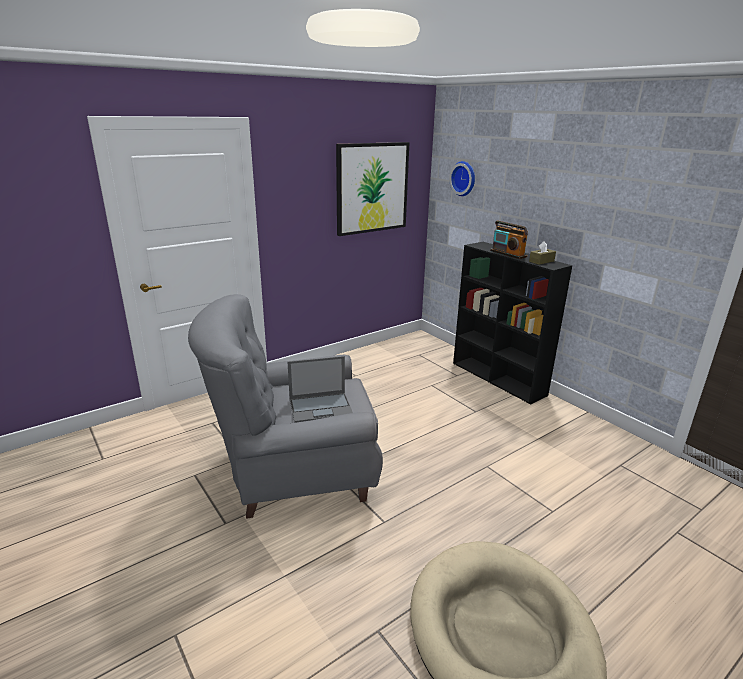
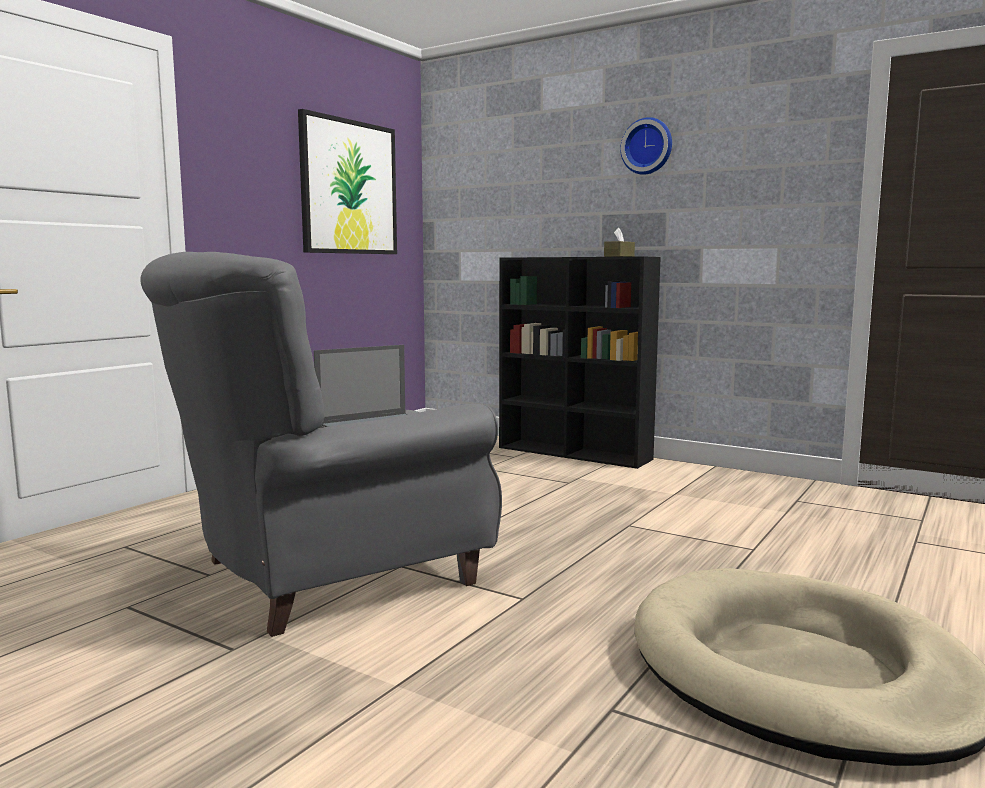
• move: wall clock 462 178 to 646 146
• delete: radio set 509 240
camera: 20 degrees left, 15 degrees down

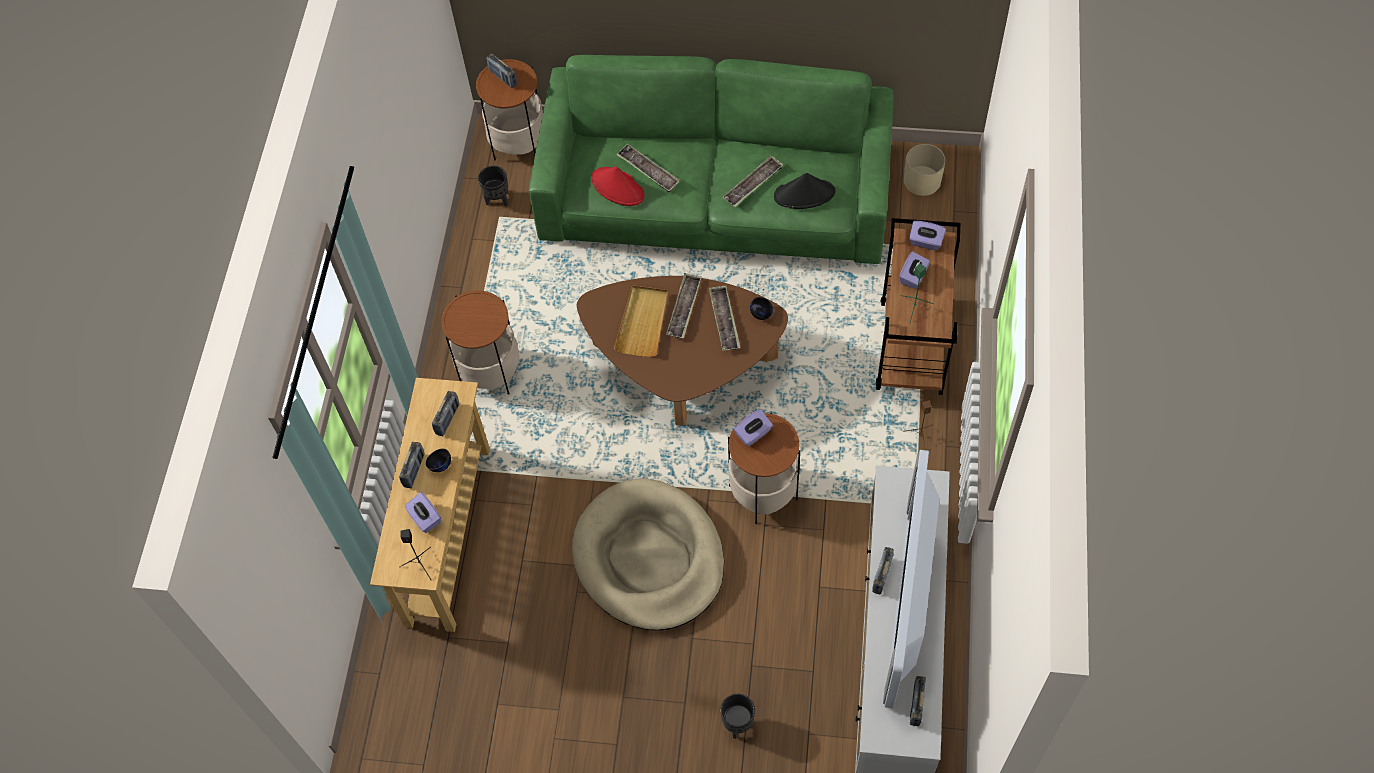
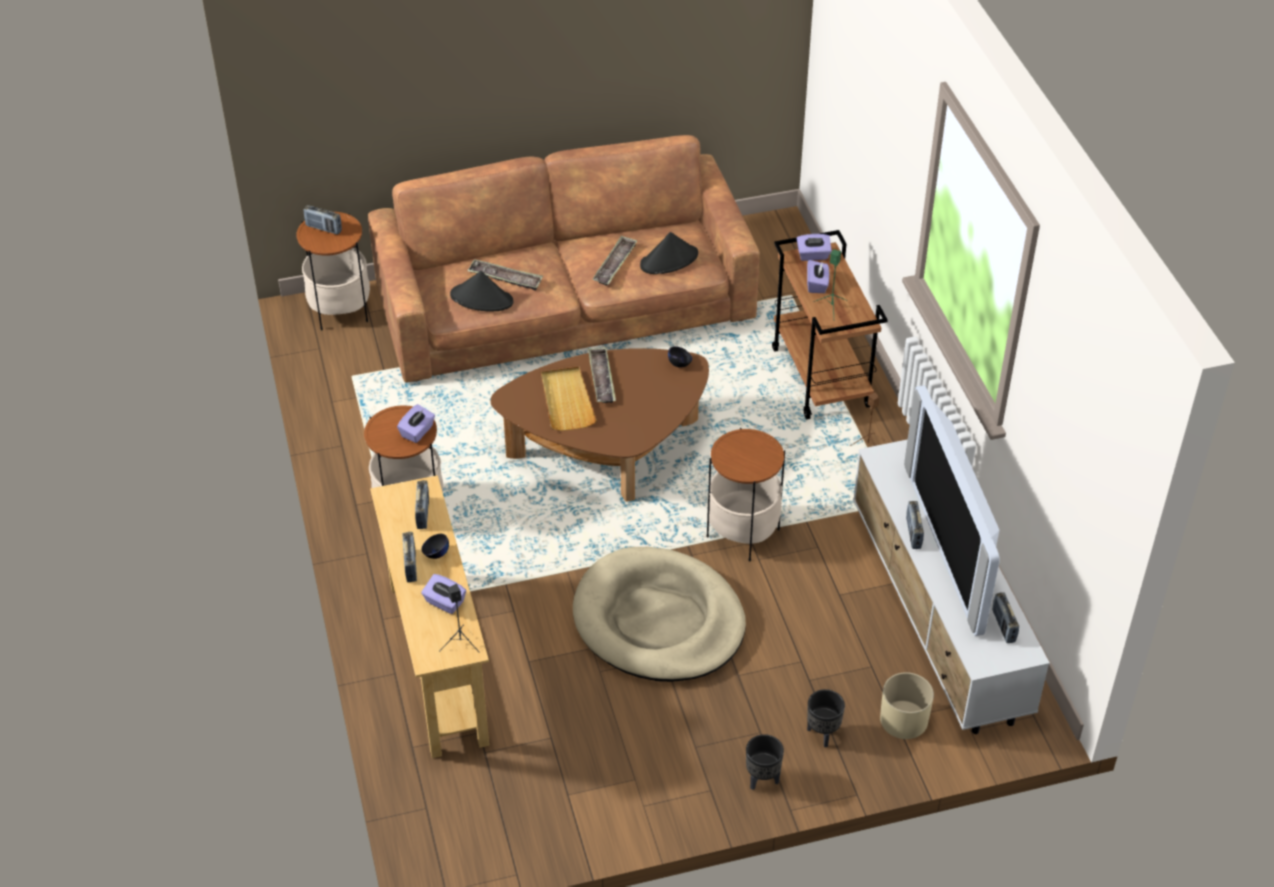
• recolor: greenish settee 711 159 to brown-coloured settee 564 259
• move: sand-coloured flower pot 924 170 to 907 705
• move: blackish flower pot 493 186 to 765 762
• recolor: red-coloured clothing hat 618 186 to blackish clothing hat 481 291
• delete: carrying tray 724 318
• move: purple box of tissues 753 428 to 416 423
camera: 25 degrees left, 15 degrees down

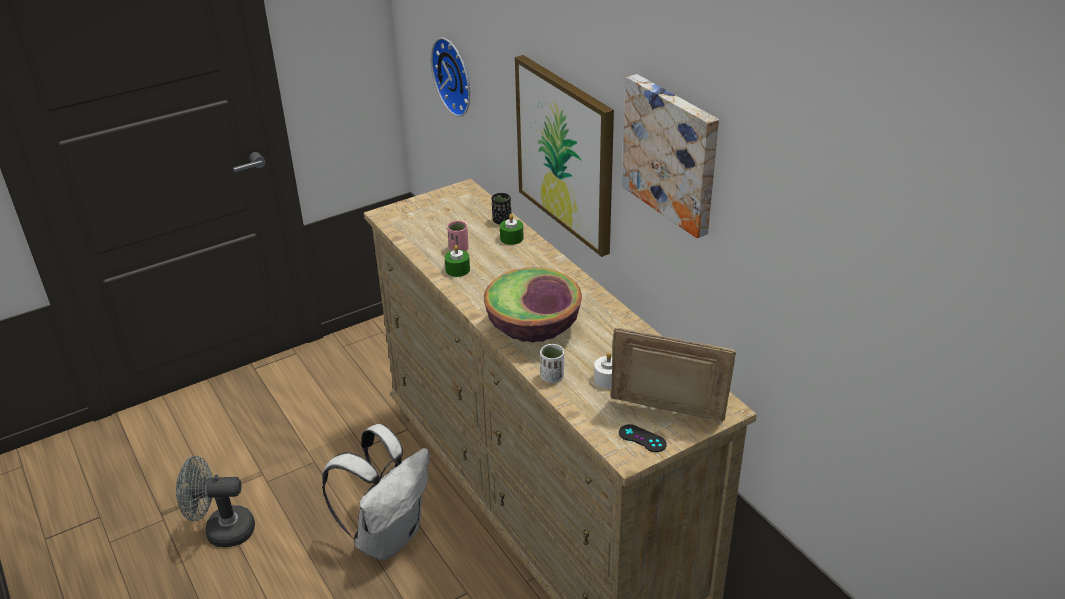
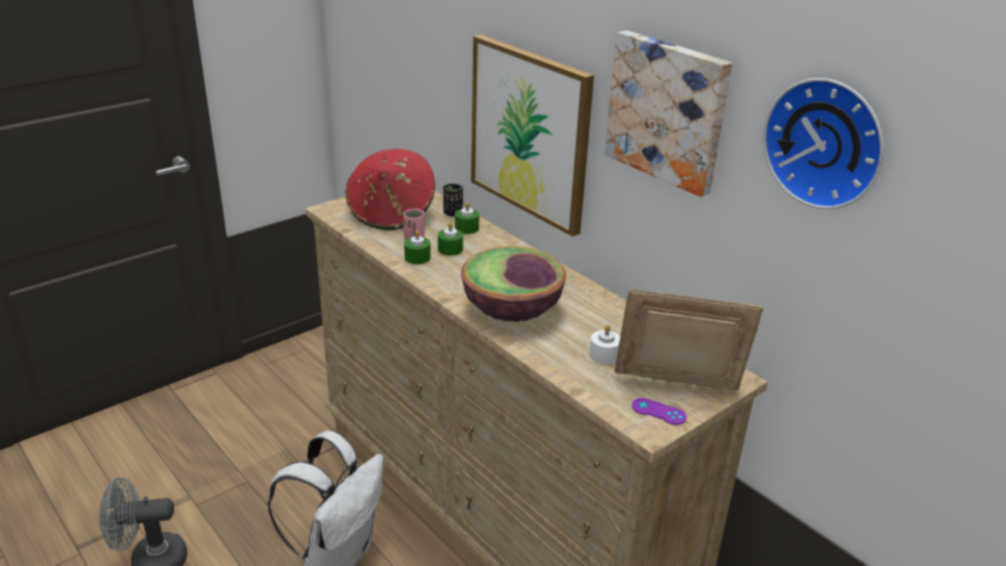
• move: wall clock 450 77 to 823 143
• delete: white-coloured cup 552 363
• recolor: blackish gamepad 643 438 to purple gamepad 659 411
• insert: red-coloured clothing hat 390 189
• insert: greenish wax light 450 239
camera: 10 degrees left, 5 degrees down

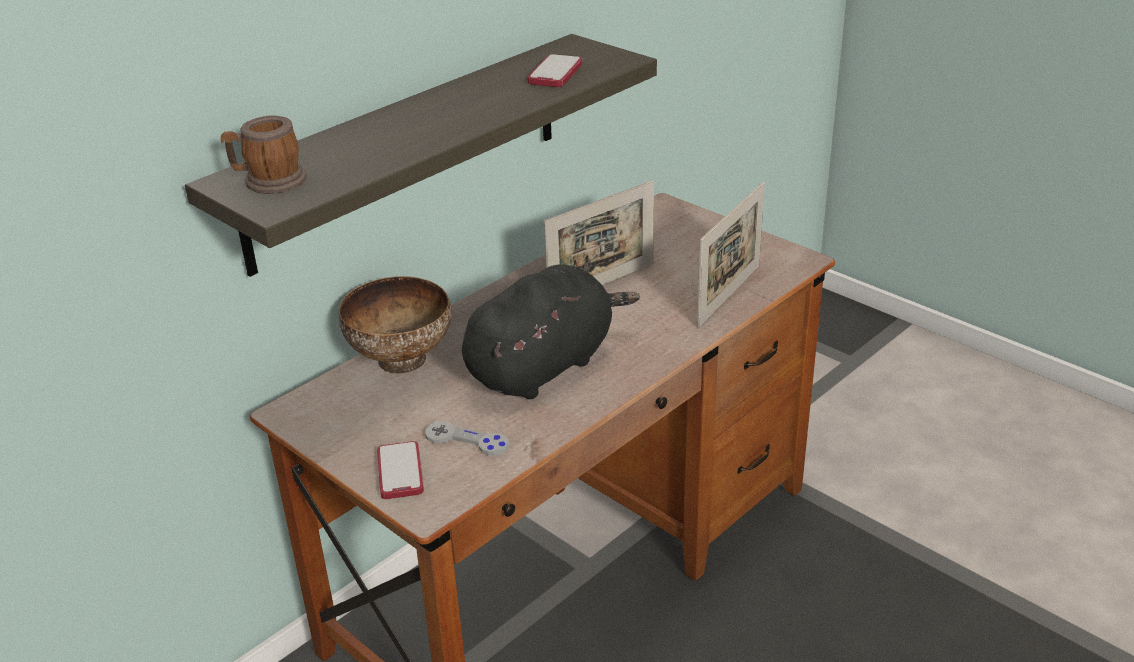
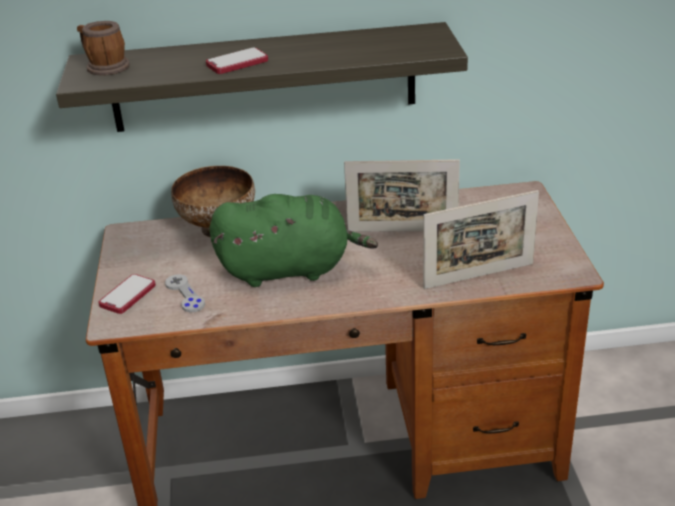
• move: telephone 554 70 to 237 61
• recolor: blackish cuddly toy 551 331 to greenish cuddly toy 293 240
camera: 40 degrees right, 0 degrees up

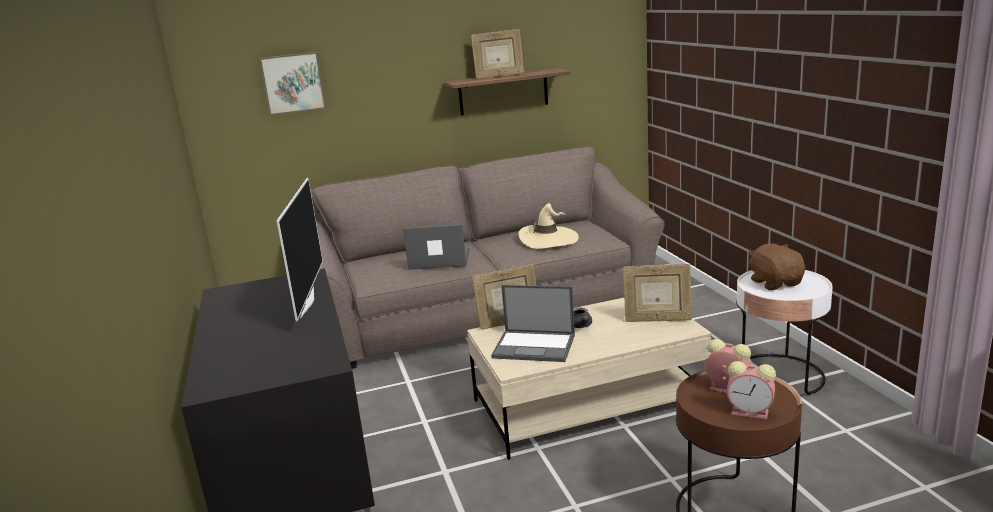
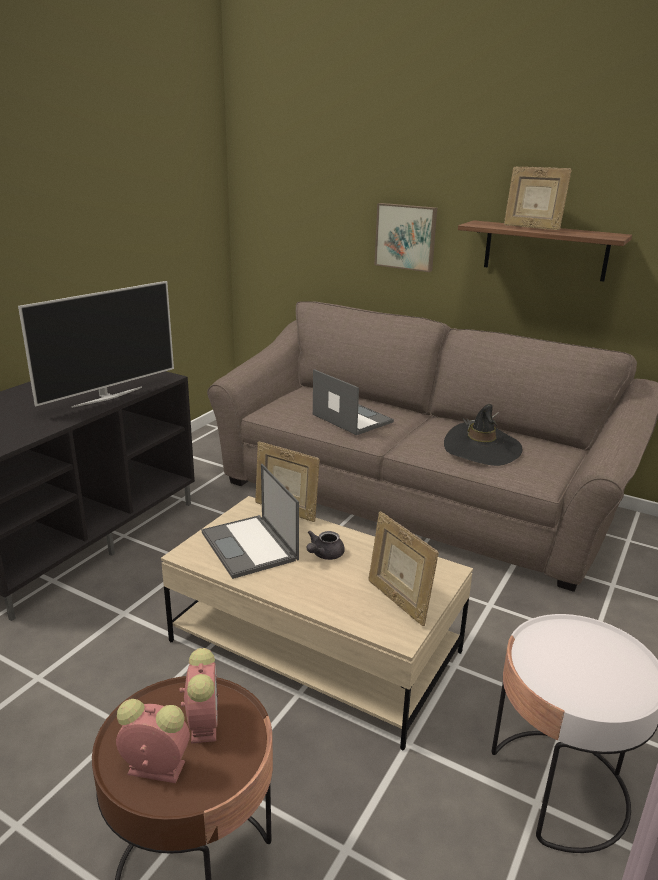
• move: wall picture 292 83 to 405 237
• recolor: sand-coloured clothing hat 549 226 to blackish clothing hat 483 435
• delete: brown-coloured cuddly toy 776 266
• rotate: alarm clock 751 390 = 153 741 120 degrees clockwise
camera: 45 degrees right, 5 degrees up

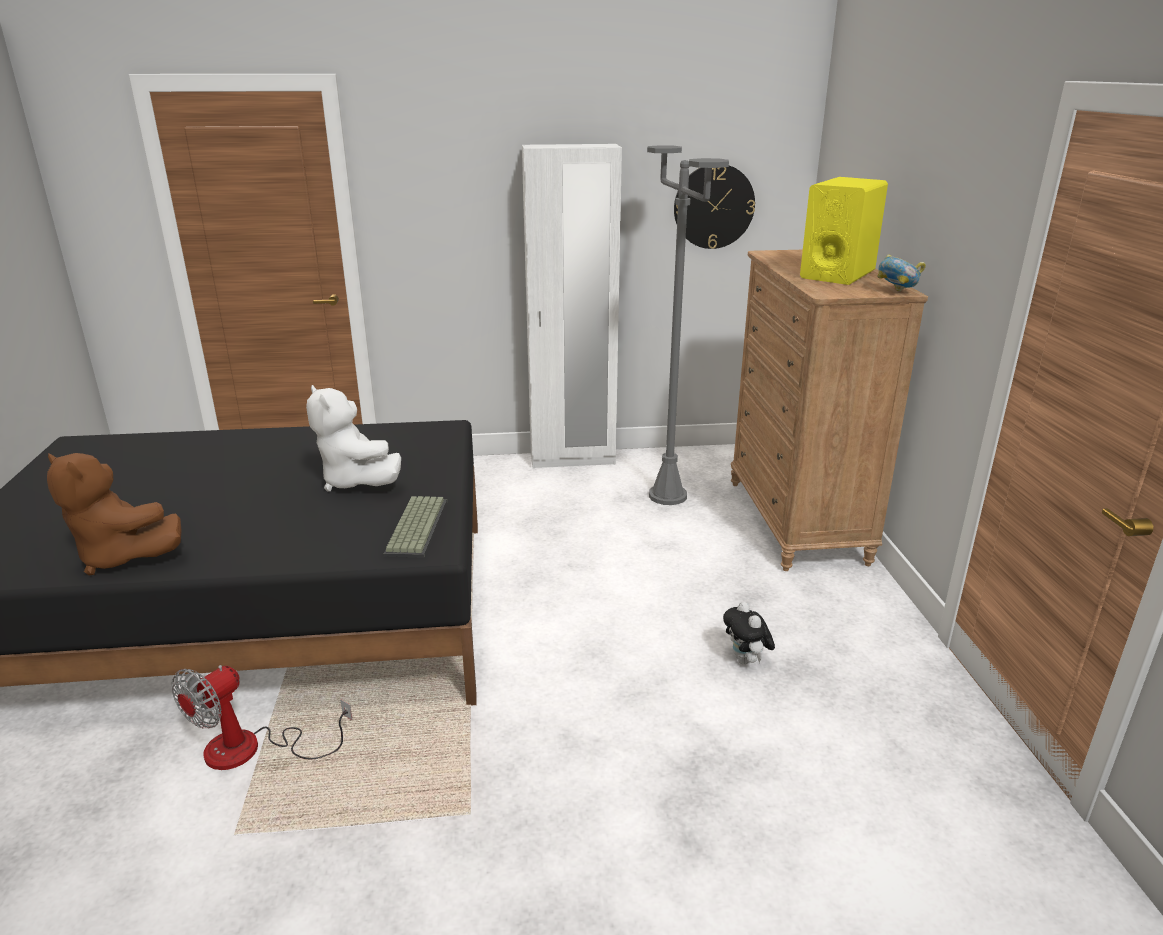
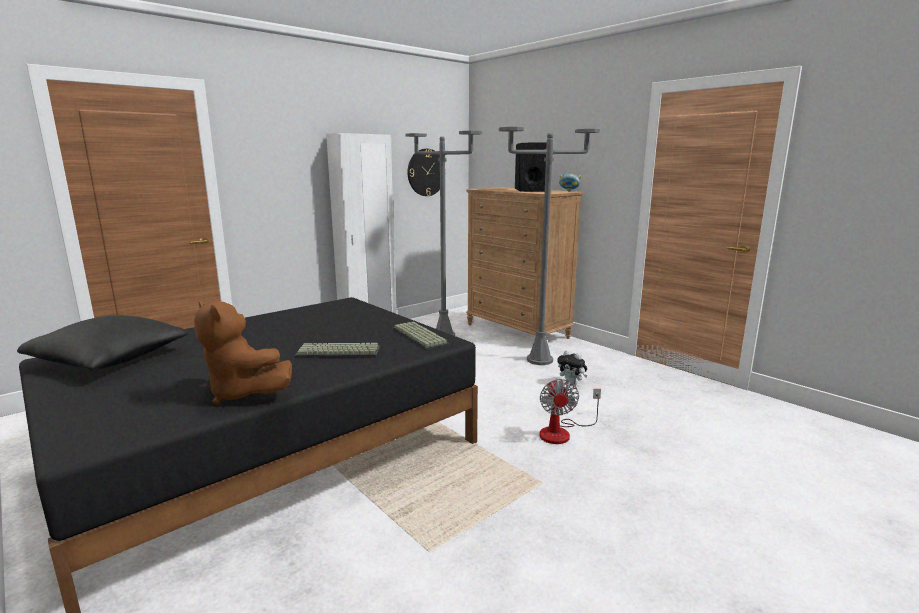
• recolor: yellowish speaker 844 231 to blackish speaker 531 167
• delete: white-coloured cuddly toy 353 438
• rotate: brown-coloured cuddly toy 114 514 = 243 352 45 degrees clockwise
• move: cooling fan 262 717 to 570 411
• insert: greyish floor lamp 549 246
• insert: blackish pillow 102 342
• insert: PC keyboard 337 350
camera: 35 degrees left, 10 degrees down

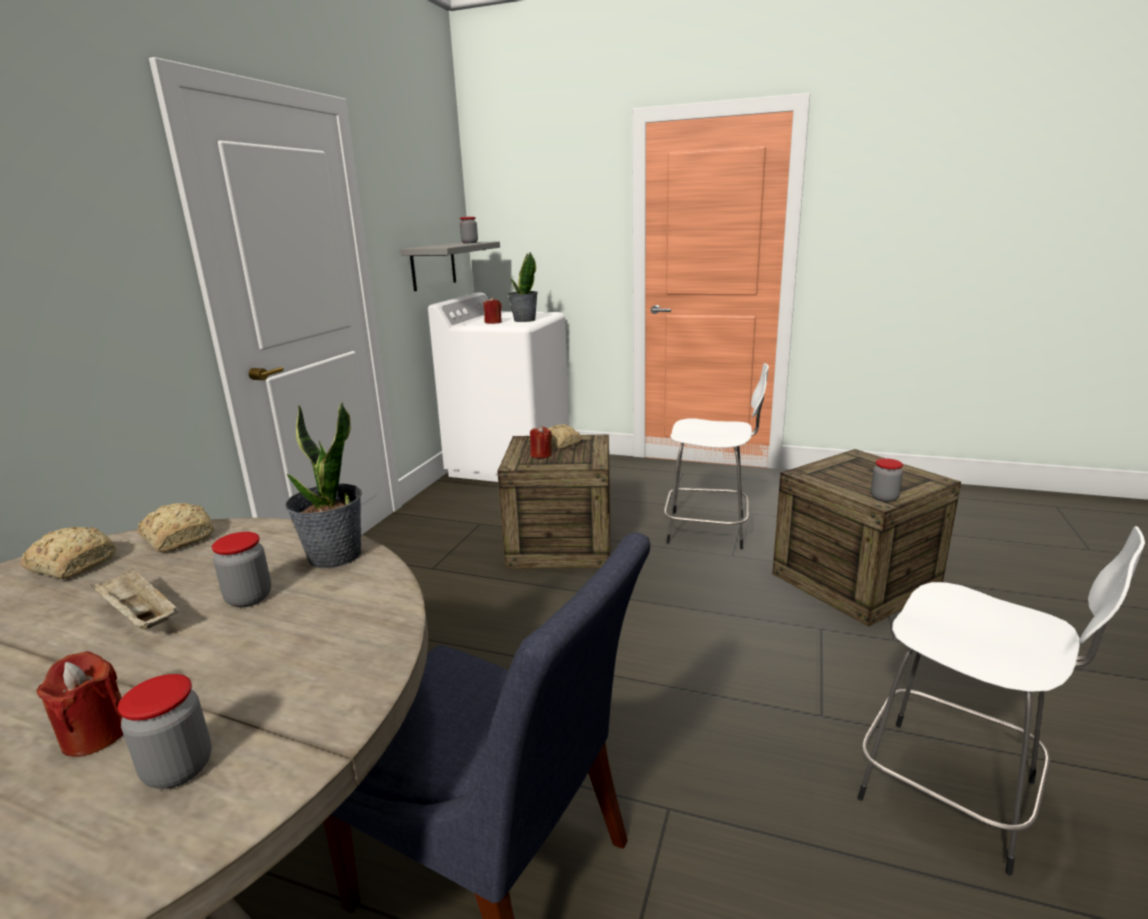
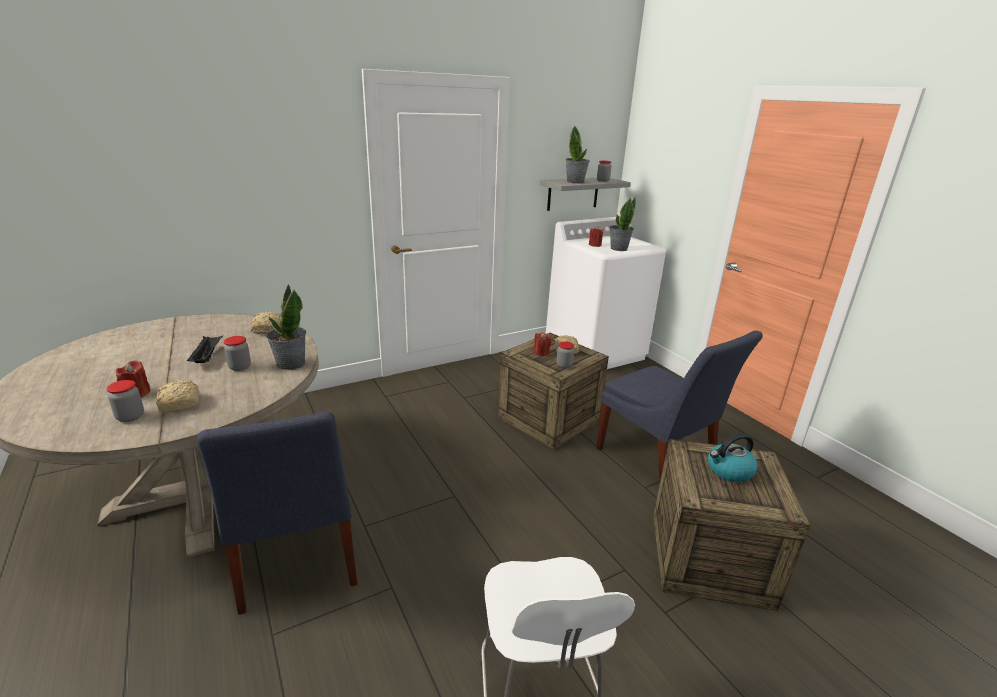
• replace: white-coloured stool seat 716 456 to bluish plain chair 679 406
• move: jar 887 480 to 565 355
• move: bread 68 553 to 177 396
• recolor: sand-coloured carrying tray 135 598 to blackish carrying tray 205 349
• insert: potted plant 578 154
• insert: kettle 733 457
camera: 40 degrees right, 5 degrees up

